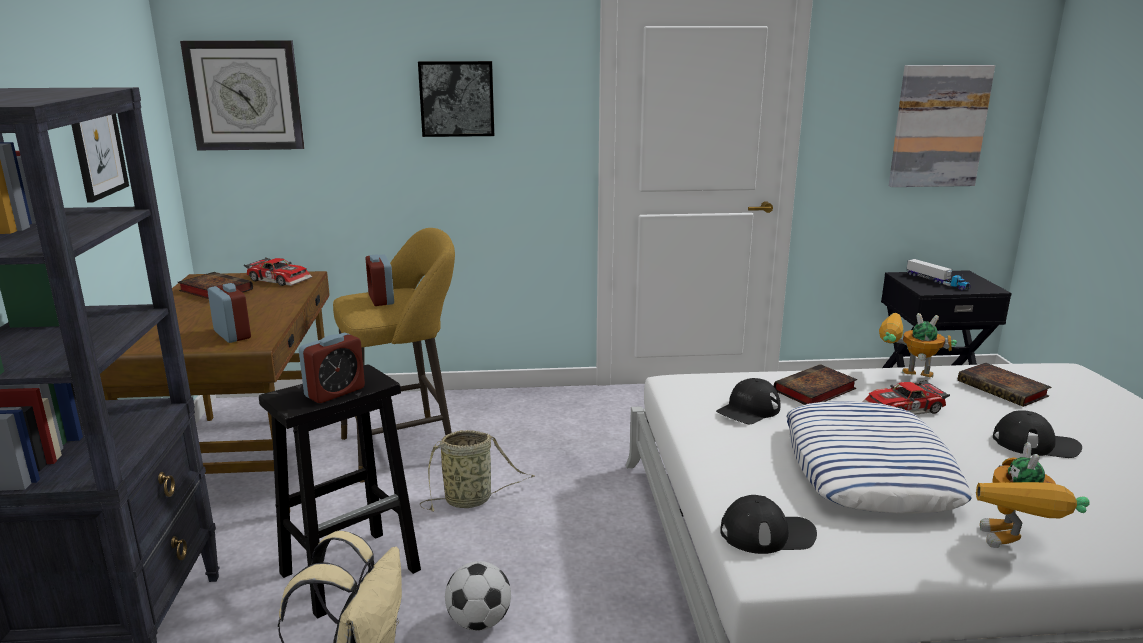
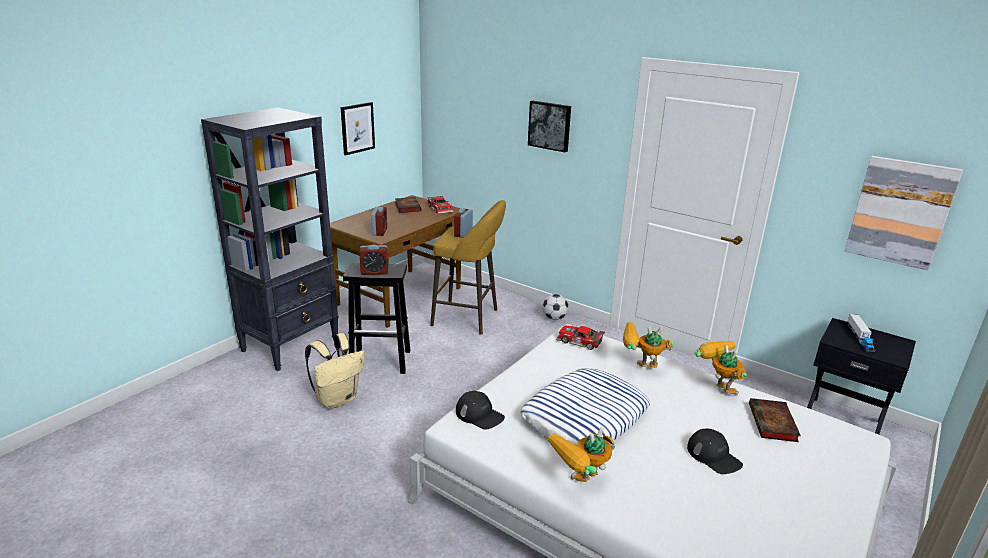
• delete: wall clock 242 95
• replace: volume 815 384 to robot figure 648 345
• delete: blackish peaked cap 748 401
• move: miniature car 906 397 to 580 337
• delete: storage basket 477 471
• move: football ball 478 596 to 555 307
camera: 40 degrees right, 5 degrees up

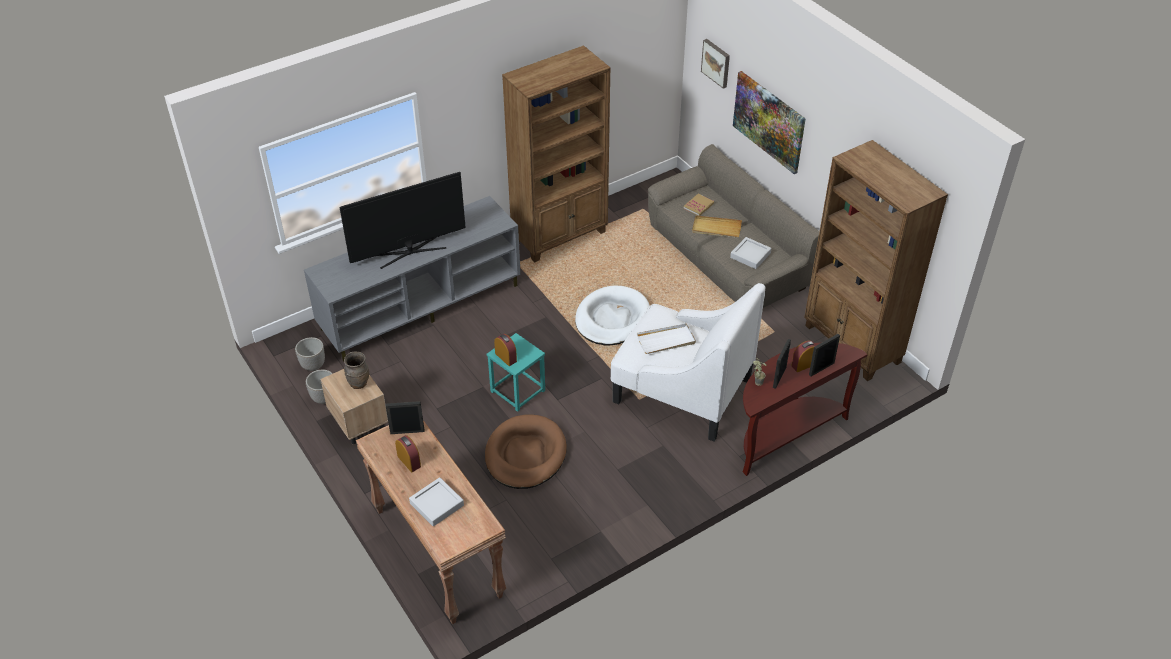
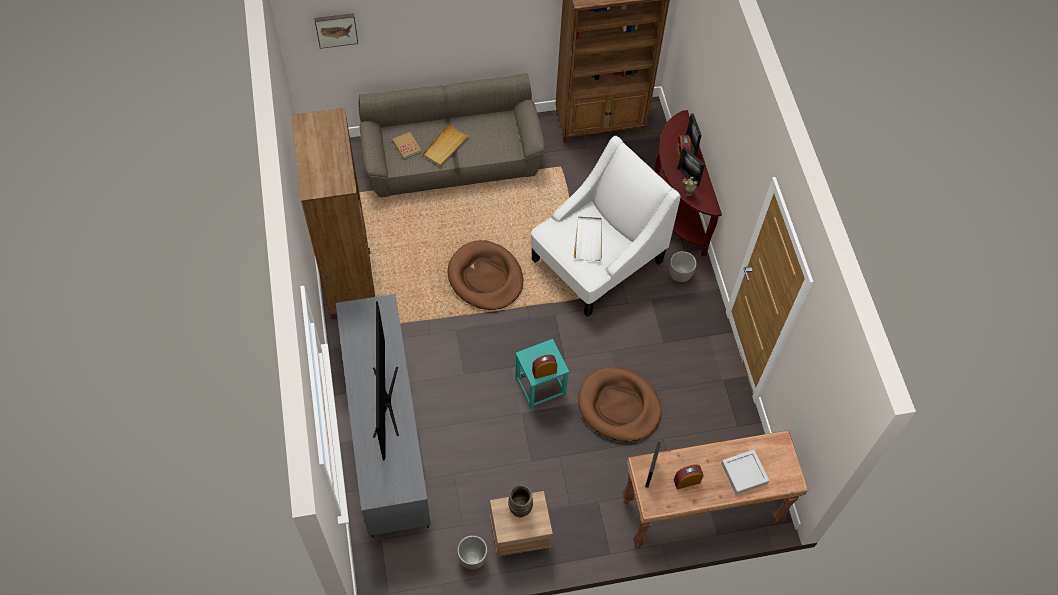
• delete: wall picture 769 122
• delete: greyish carrying tray 750 253
• recolor: white-coloured pet bed 612 315 to brown-coloured pet bed 485 275
• move: flower pot 310 354 to 683 266
camera: 70 degrees left, 15 degrees up

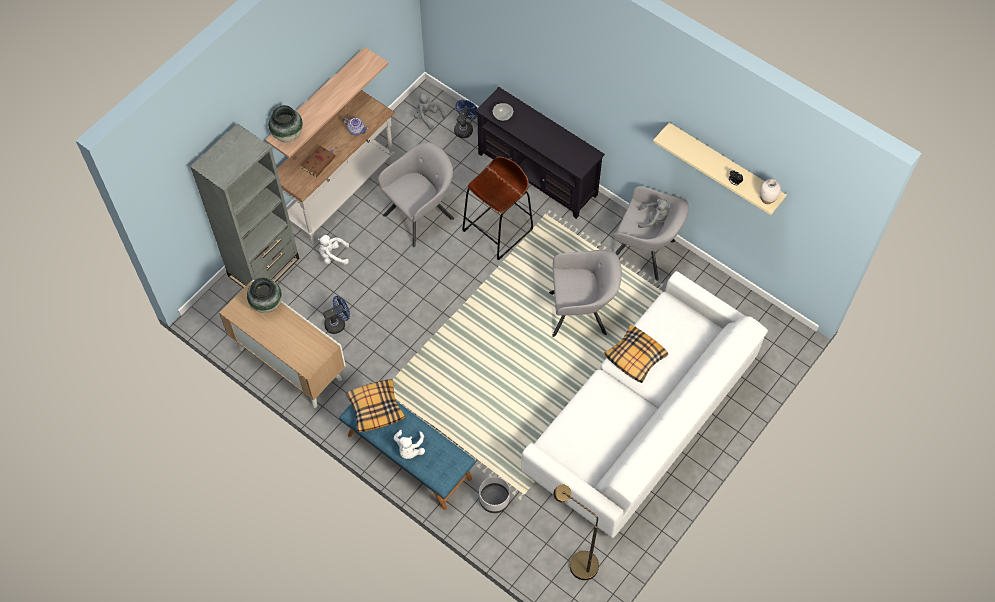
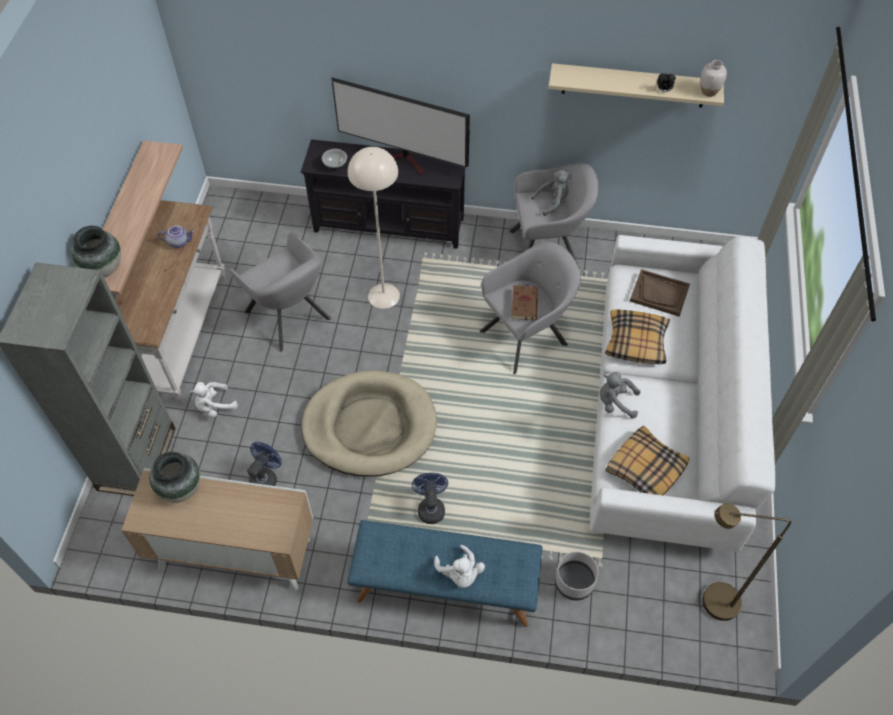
• move: greyish cuddly toy 430 111 to 620 395
• move: bluish cooling fan 465 119 to 430 498
• rotate: greyish armchair 416 195 = 280 292 120 degrees clockwise
• move: brown-coloured volume 318 161 to 524 302
• replace: brown-coloured stool seat 497 208 to sand-coloured floor lamp 374 228
• move: pillow 375 405 to 648 460
• insert: television 400 126
• insert: brown-coloured carrying tray 660 293
• insert: sand-coloured pet bed 369 424
camera: 30 degrees left, 5 degrees down

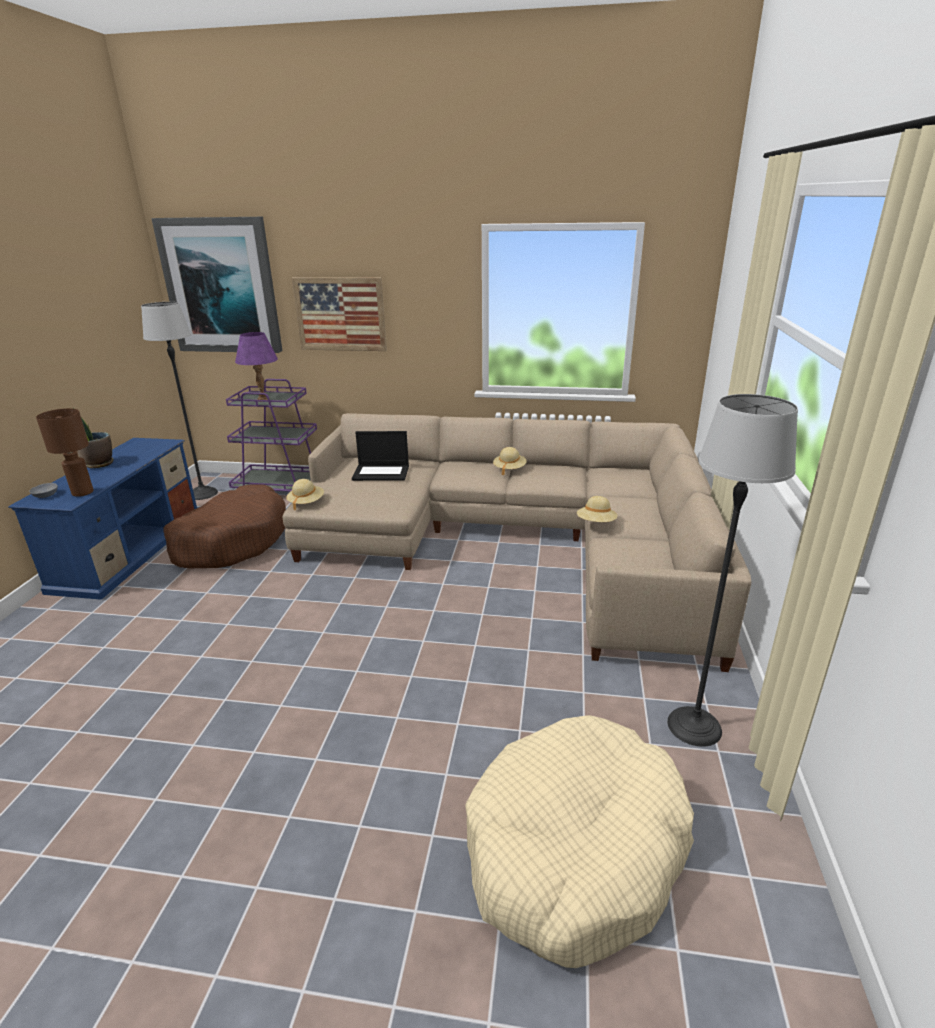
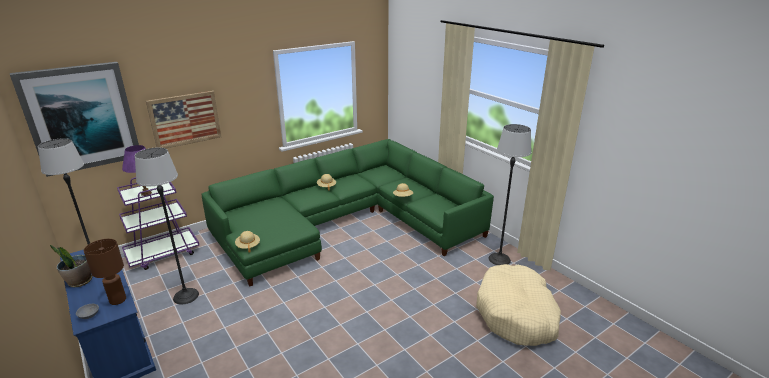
• recolor: sand-coloured settee 516 542 to greenish settee 348 213
• delete: laptop 380 456
• replace: brown-coloured pet bed 224 526 to floor lamp 167 226
camera: 45 degrees left, 0 degrees up

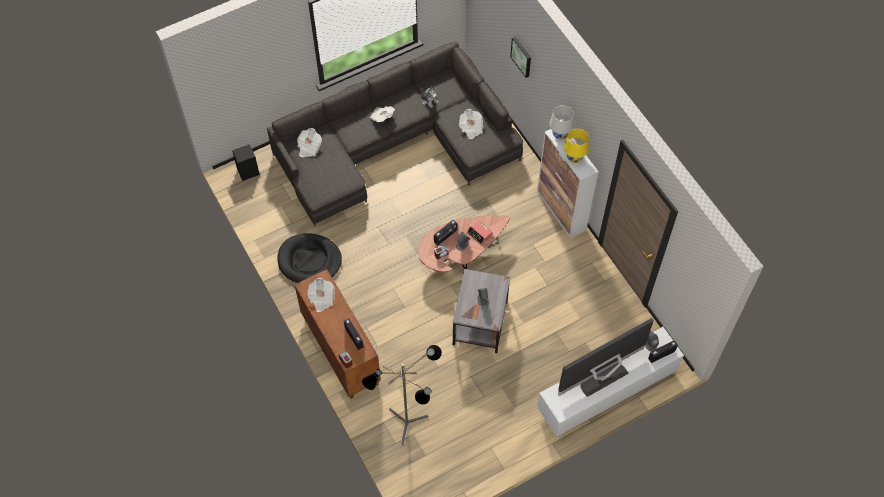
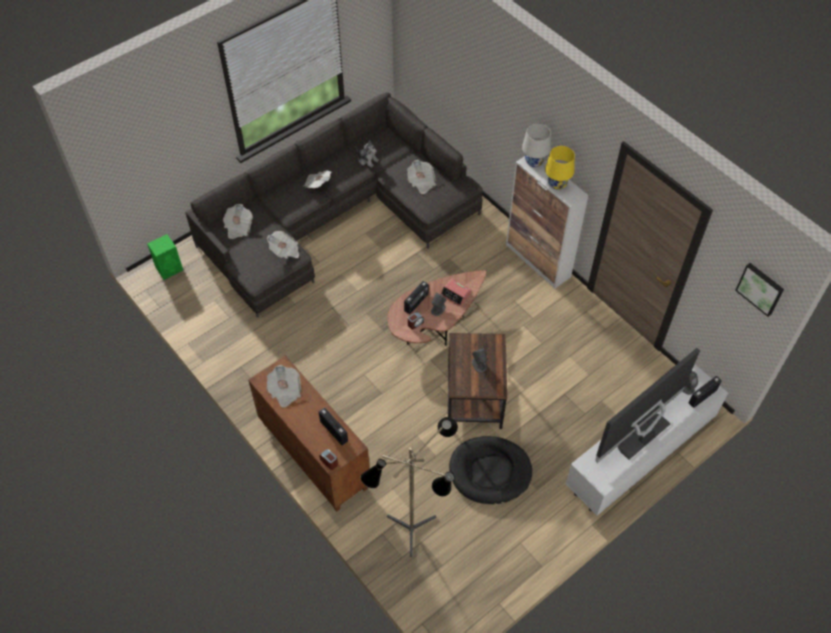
• move: wall picture 520 57 to 759 290
• recolor: blackish speaker 246 162 to greenish speaker 165 257
• move: blackish pet bed 310 258 to 490 470
• recolor: greyish end table 481 311 to brown-coloured end table 477 381
• insert: printed paper 283 245
camera: 10 degrees left, 5 degrees down

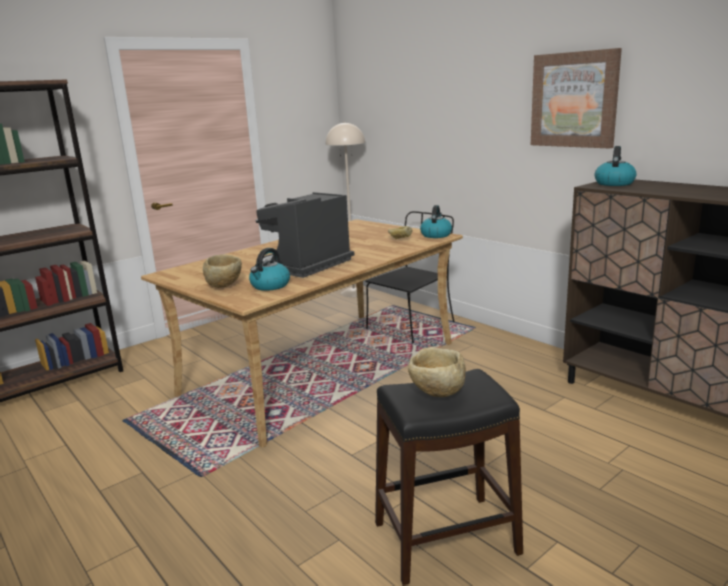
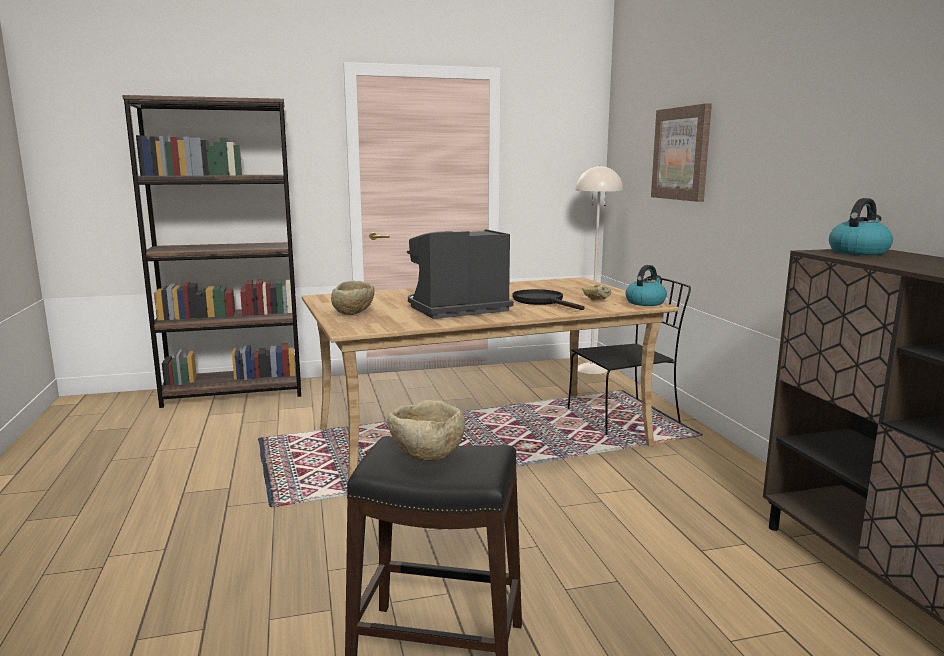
• move: wall picture 576 98 to 681 152
• delete: kettle 269 269
• insert: blackish frying pan 548 299
camera: 25 degrees right, 5 degrees down

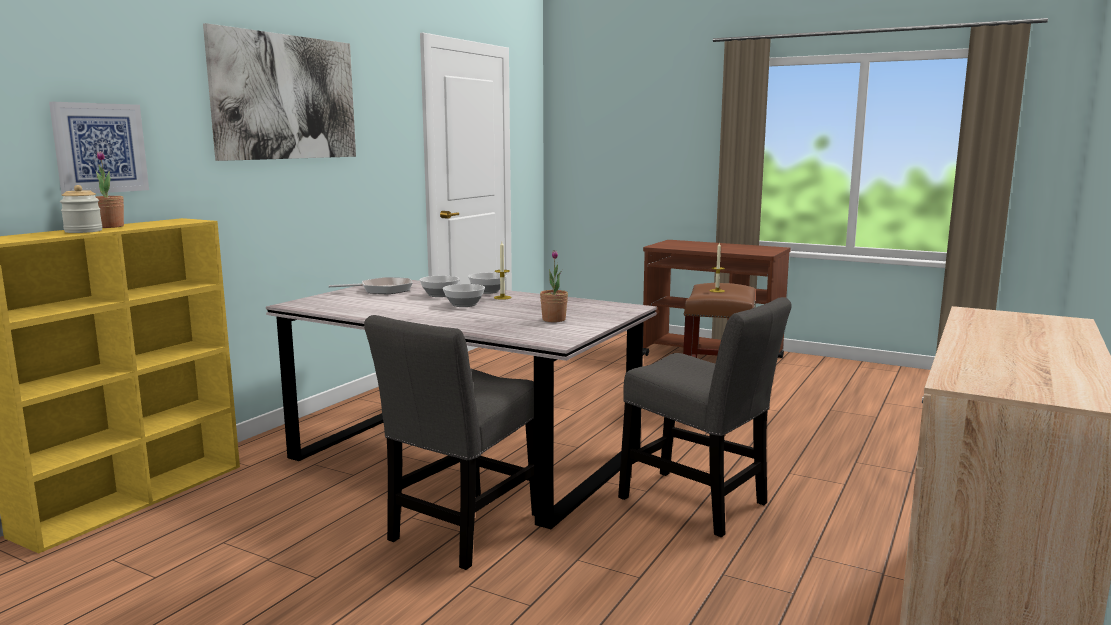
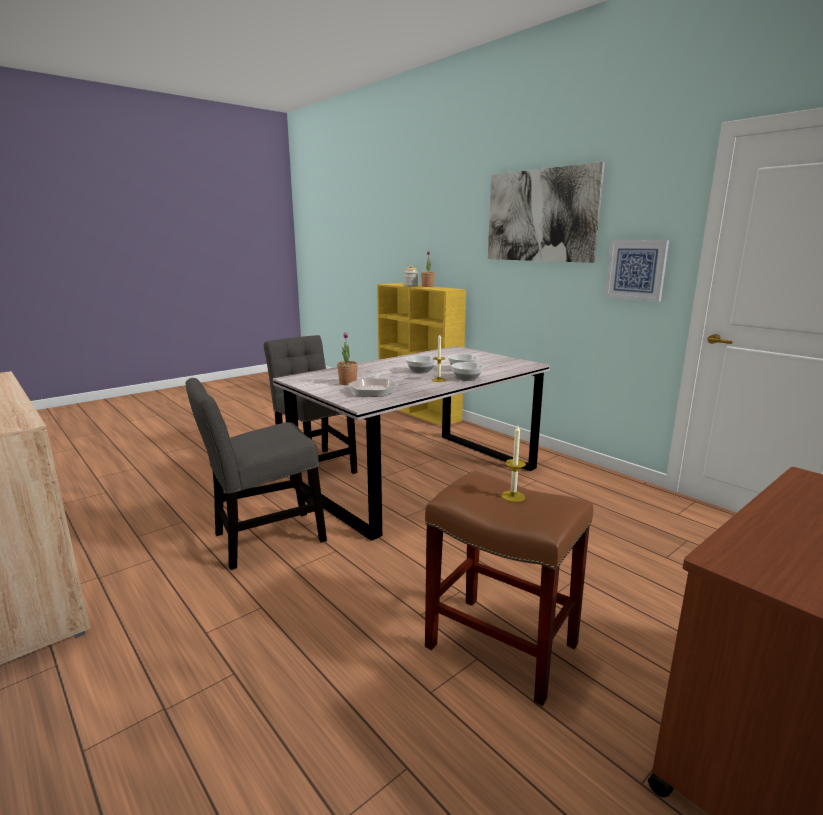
• move: wall picture 99 148 to 637 271
• move: frying pan 371 285 to 373 384
camera: 110 degrees right, 5 degrees up

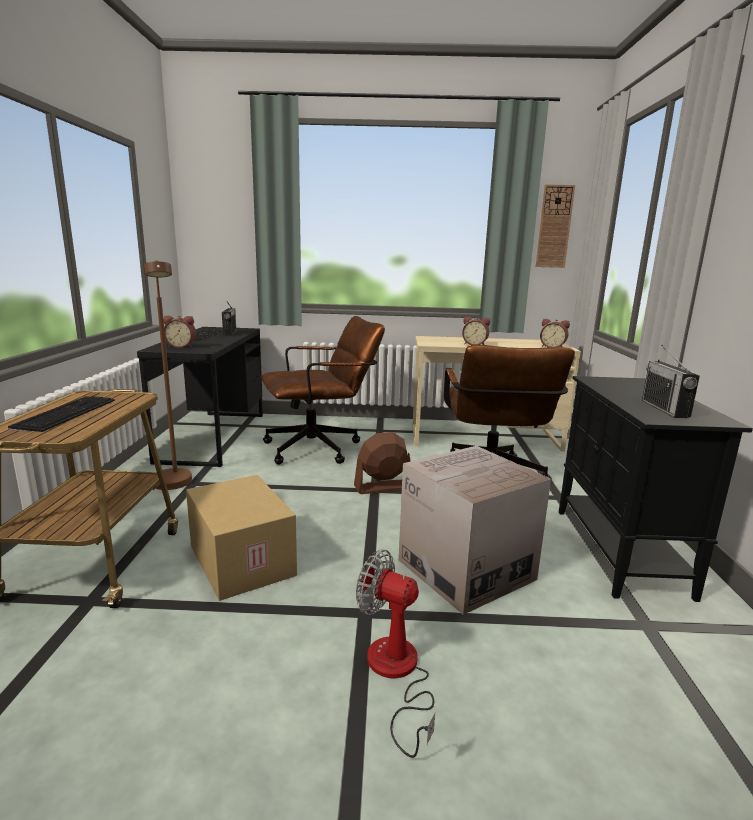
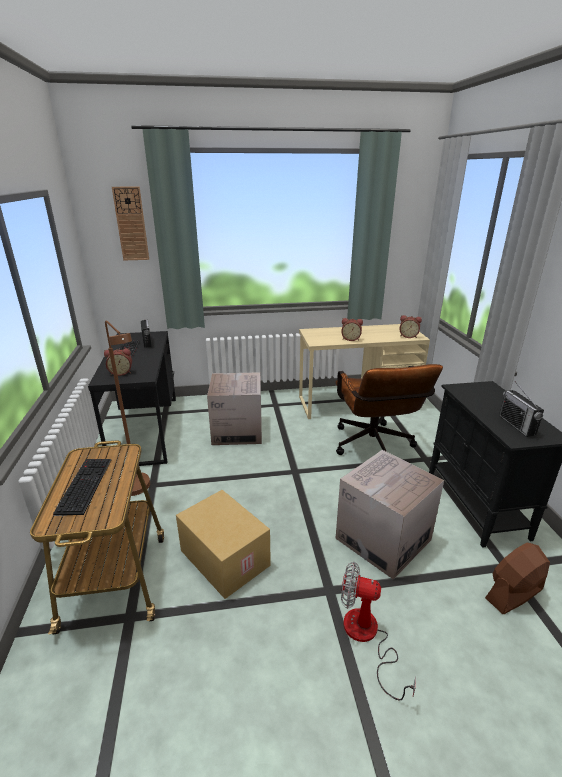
• move: wall clock 555 226 to 130 223
• replace: brown-coloured computer chair 323 390 to carton 234 408
• move: brown-coloured cooling fan 382 463 to 517 578
camera: 10 degrees left, 10 degrees up

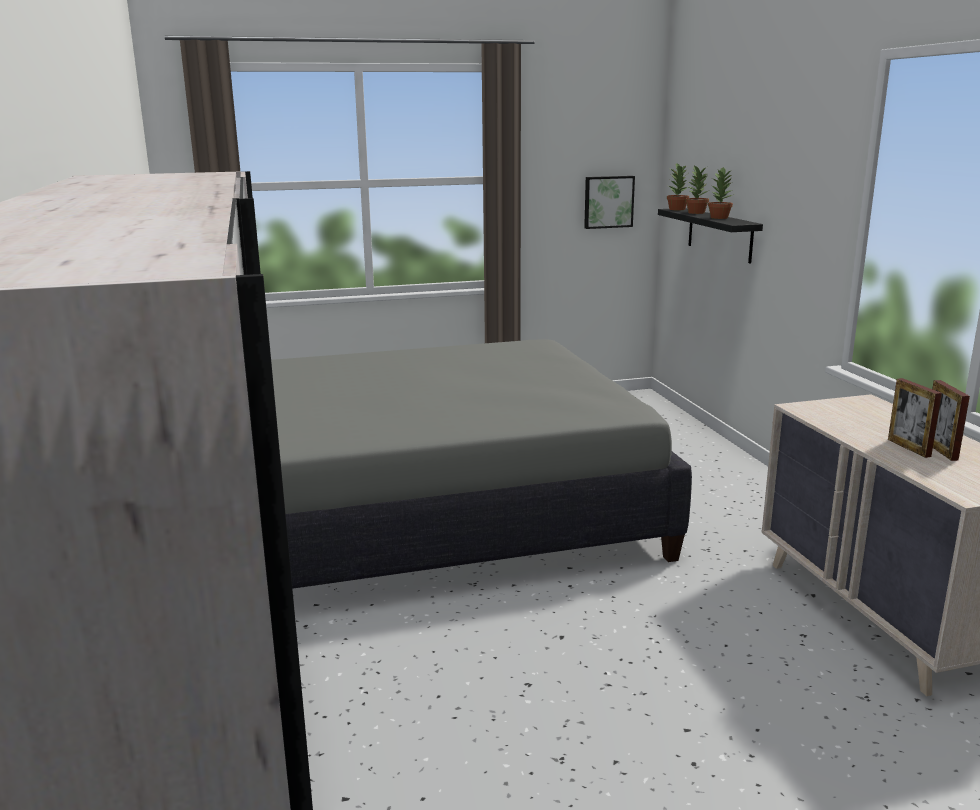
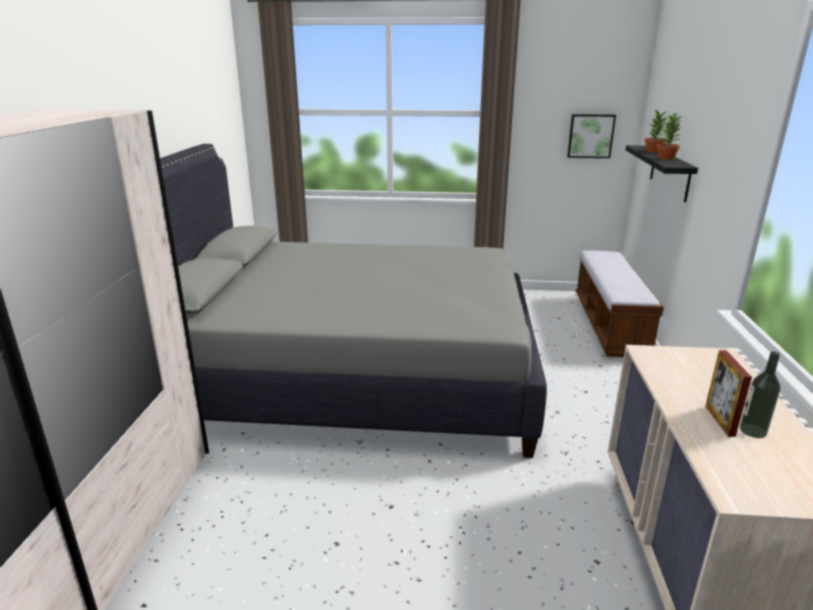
• delete: potted plant 678 186
• replace: standing frame 951 420 to bottle 760 394
• insert: indoor bench 620 303
camera: 20 degrees right, 5 degrees up

